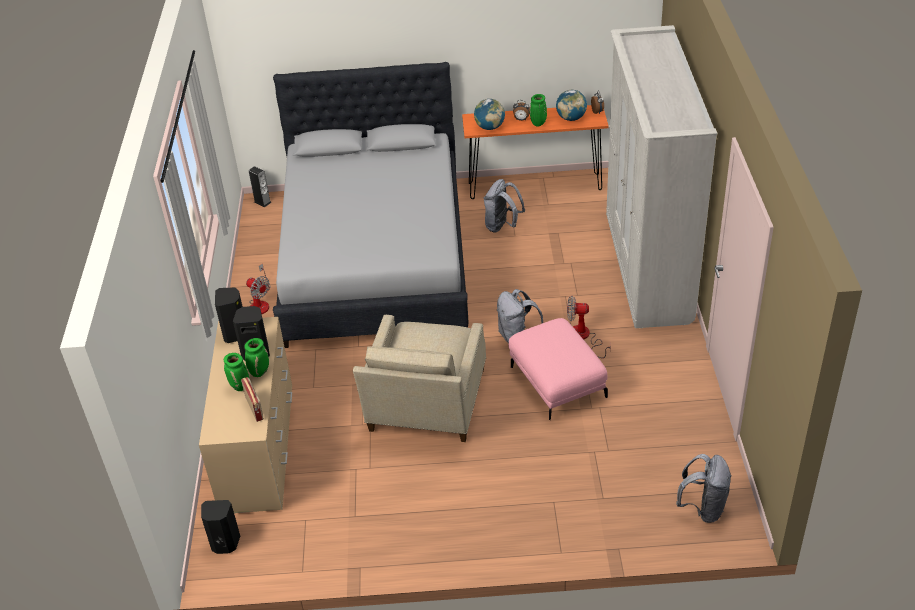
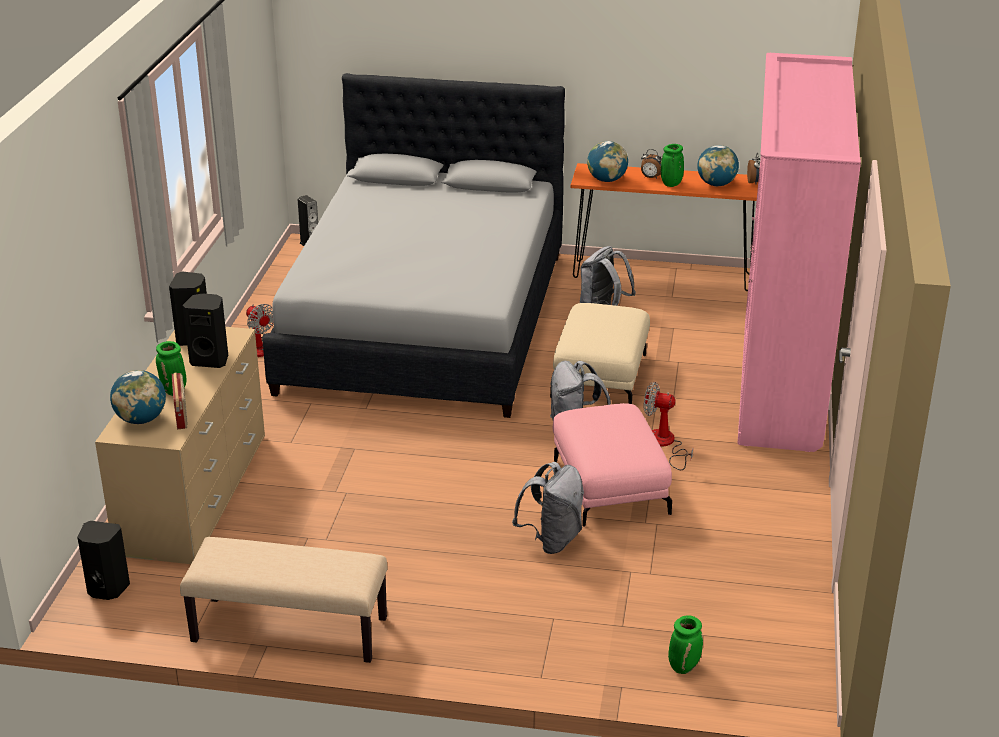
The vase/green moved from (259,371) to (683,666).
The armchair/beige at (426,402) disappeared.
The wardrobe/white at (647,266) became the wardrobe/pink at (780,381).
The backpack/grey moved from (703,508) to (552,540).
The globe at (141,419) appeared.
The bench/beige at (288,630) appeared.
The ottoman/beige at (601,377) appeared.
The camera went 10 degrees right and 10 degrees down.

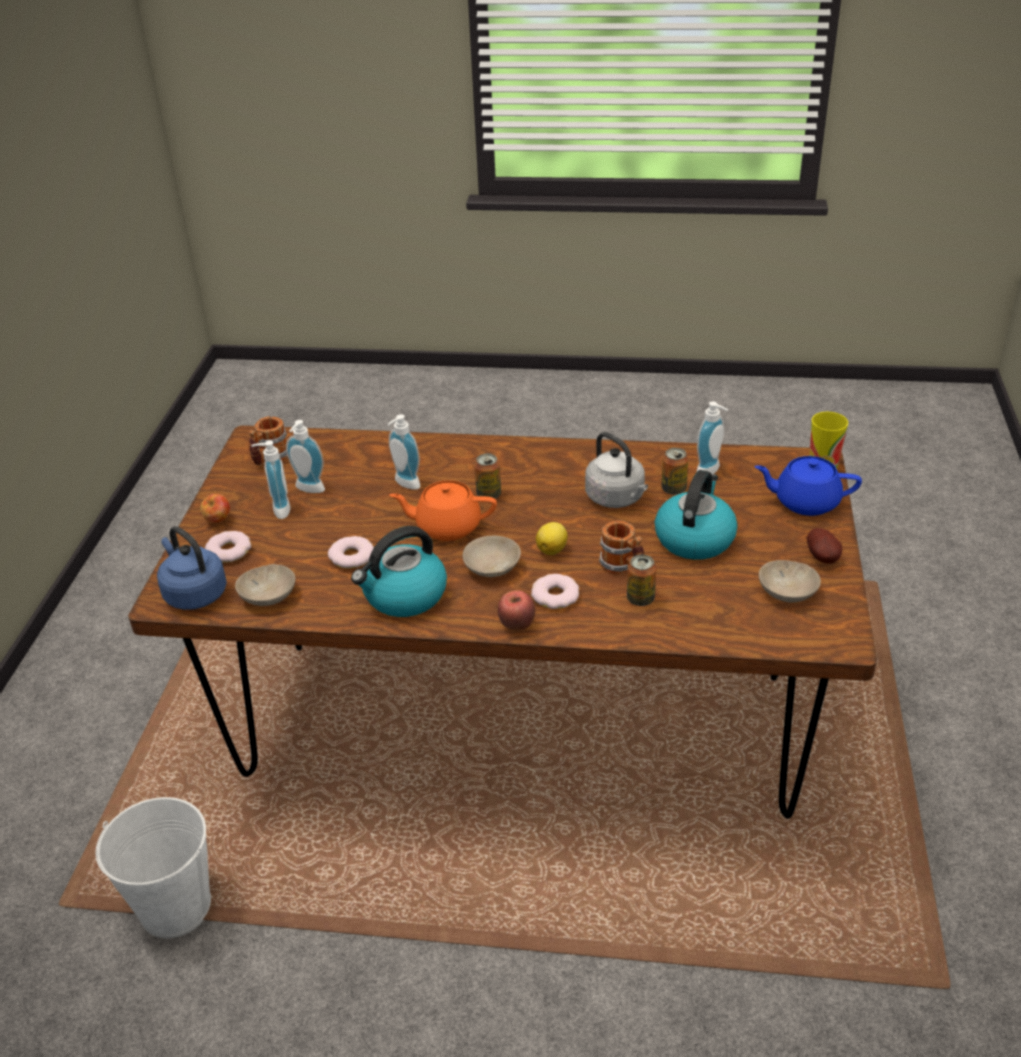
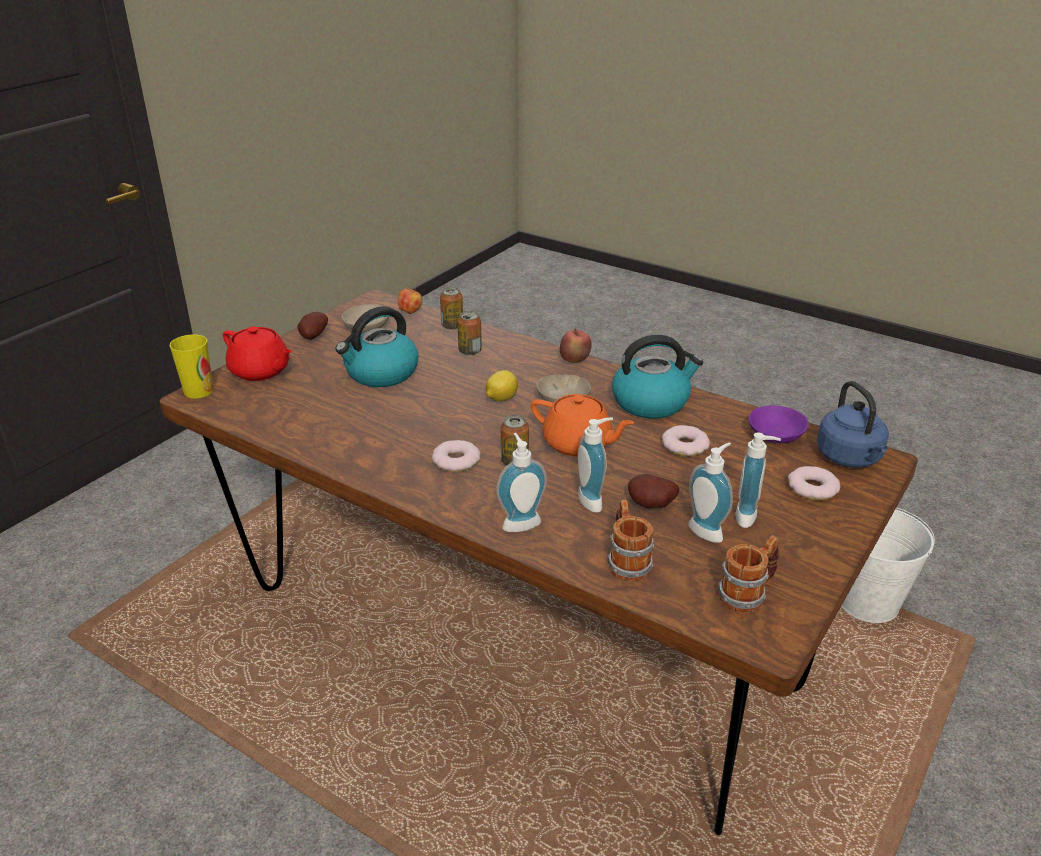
The apple moved from (218,520) to (410,312).
The bowl/beige at (268,597) became the bowl/purple at (776,435).
The donut moved from (555,596) to (456,460).
The kettle/grey at (617,498) disappeared.
The mug moved from (623,568) to (627,561).
The can moved from (673,489) to (452,325).
The soap dispenser moved from (711,472) to (520,522).
The teapot/blue at (805,502) became the teapot/red at (260,371).
The potato at (651,506) appeared.
The camera went 155 degrees left and 5 degrees down.

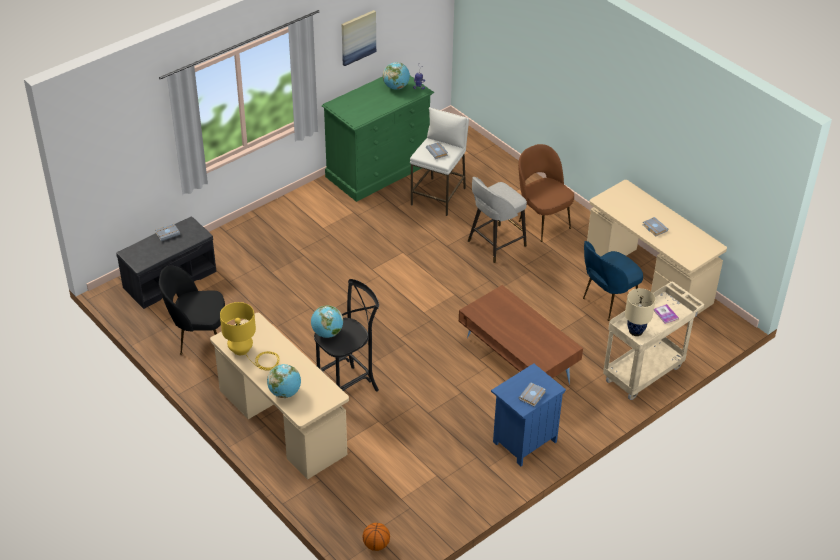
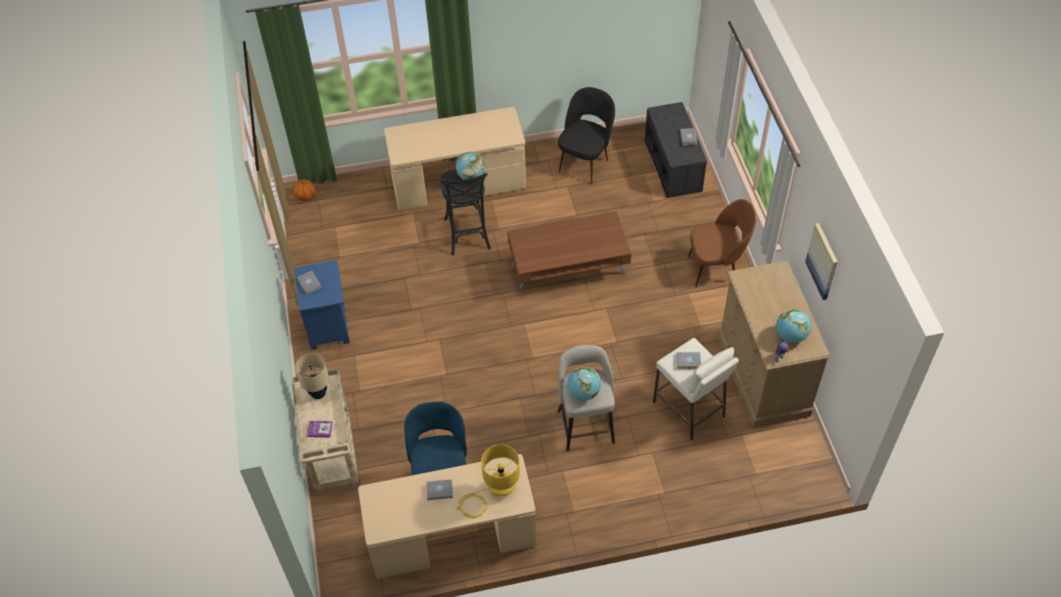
The table lamp/yellow moved from (251,354) to (490,495).
The globe moved from (285,392) to (583,393).
The dresser/green at (379,170) became the dresser/beige at (762,374).
The coffee table/brown moved from (518,361) to (568,270).
The chair/brown moved from (542,222) to (716,269).
The camera went 120 degrees right and 10 degrees up.

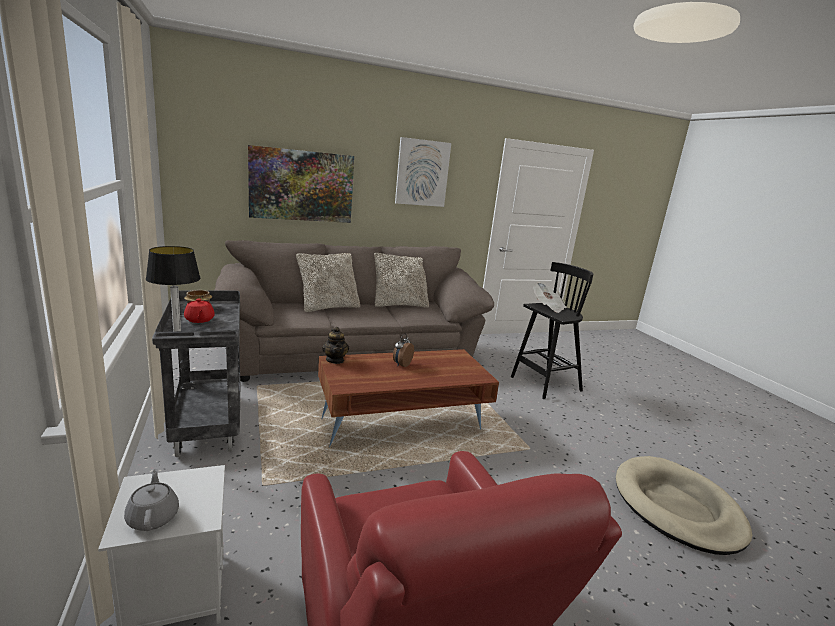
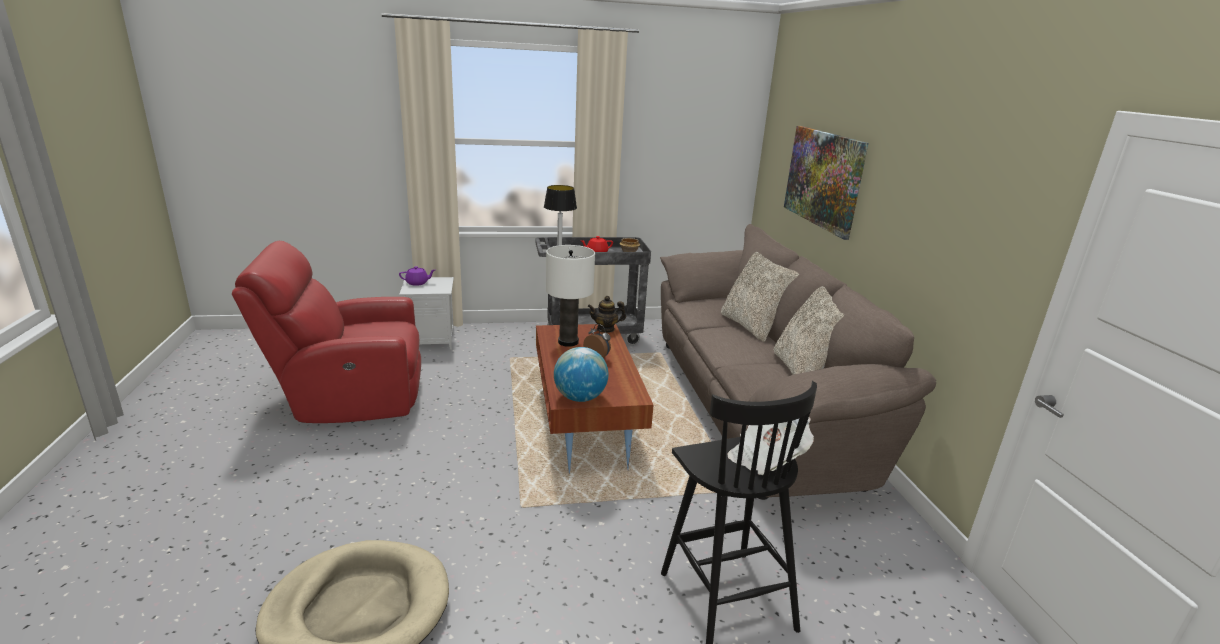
The teapot/grey at (153,517) became the teapot/purple at (417,283).
The picture at (422,173) disappeared.
The table lamp/white at (567,342) appeared.
The globe at (580,398) appeared.
The camera went 100 degrees right and 5 degrees up.

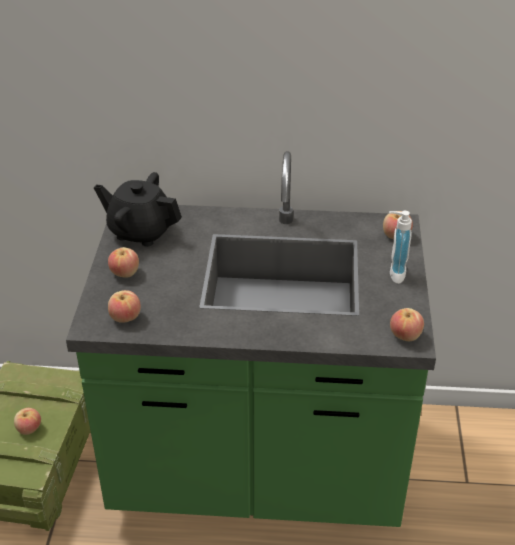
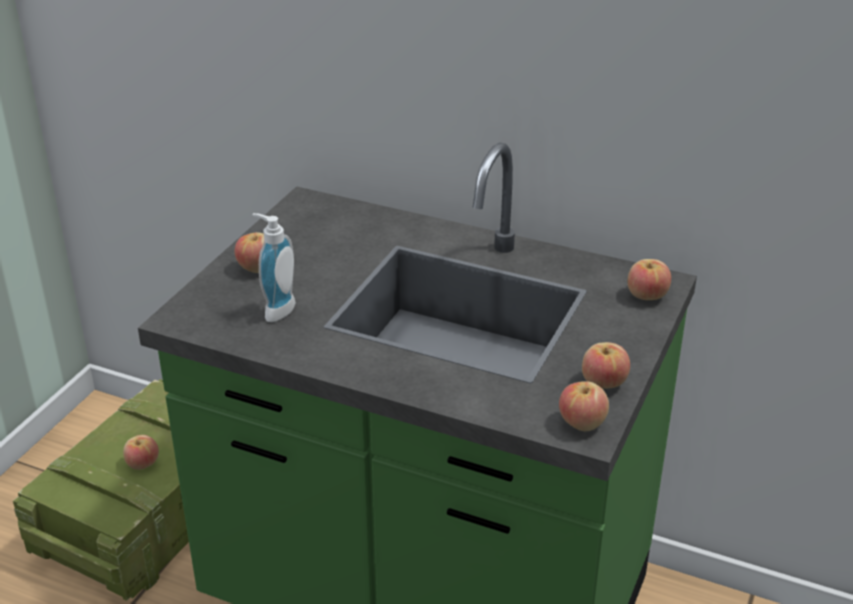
The teapot/black at (140,231) disappeared.
The apple moved from (125,317) to (603,382).
The soap dispenser moved from (393,273) to (276,309).
The camera went 20 degrees right and 5 degrees down.

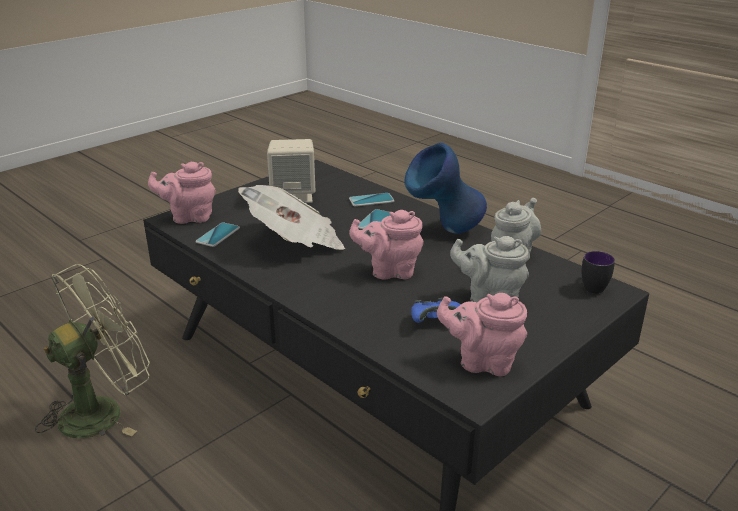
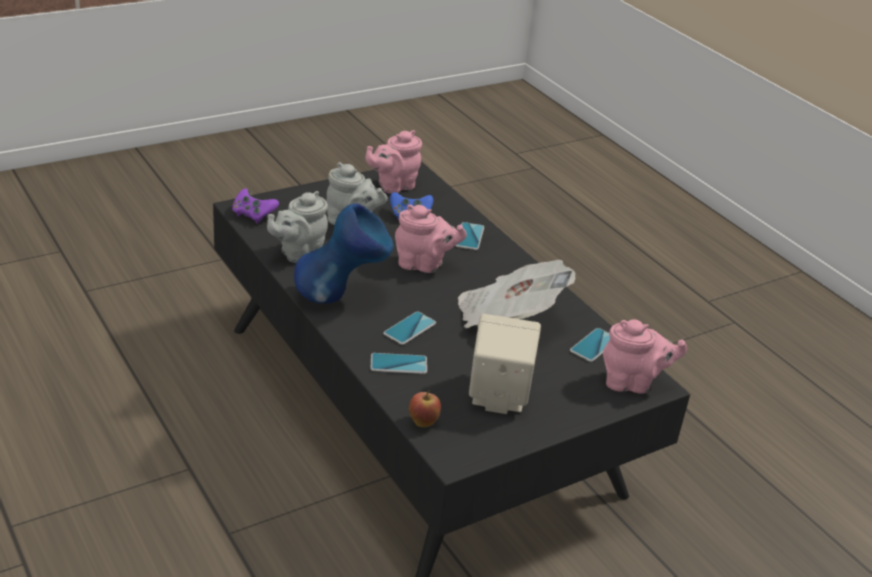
The fan/green at (103,410) disappeared.
The teapot/pink at (482,362) turned 120 degrees clockwise.
The mug at (594,286) was replaced by the game controller/purple at (253,215).
The apple at (423,422) appeared.
The phone at (469,237) appeared.
The camera went 170 degrees left and 5 degrees up.

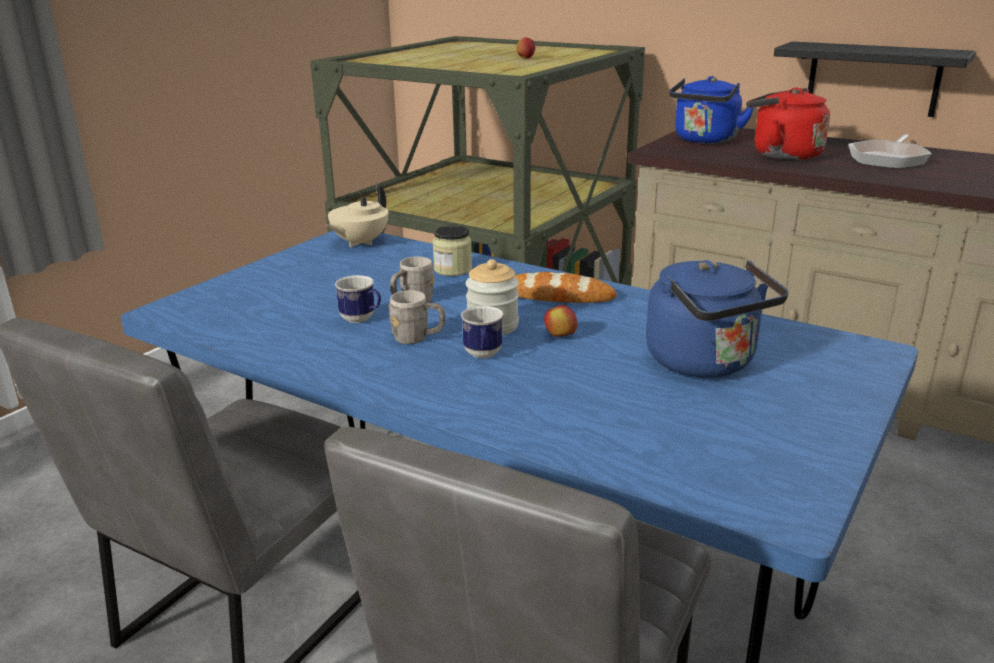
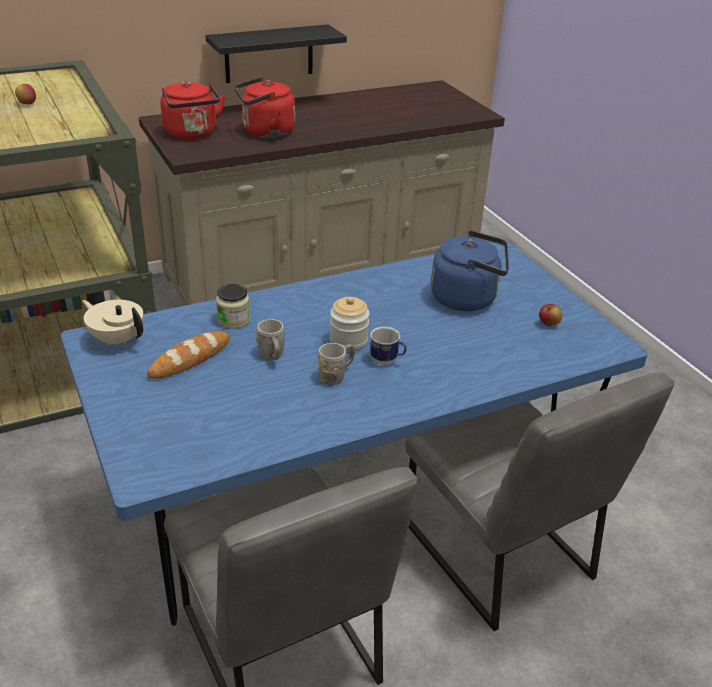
The teapot/beige at (359,243) turned 150 degrees clockwise.
The mug at (362,319) disappeared.
The bread moved from (556,296) to (190,359).
The apple moved from (560,336) to (548,324).
The kettle/blue at (705,140) became the kettle/red at (192,134).
The frying pan at (888,159) disappeared.
The camera went 60 degrees left and 10 degrees up.

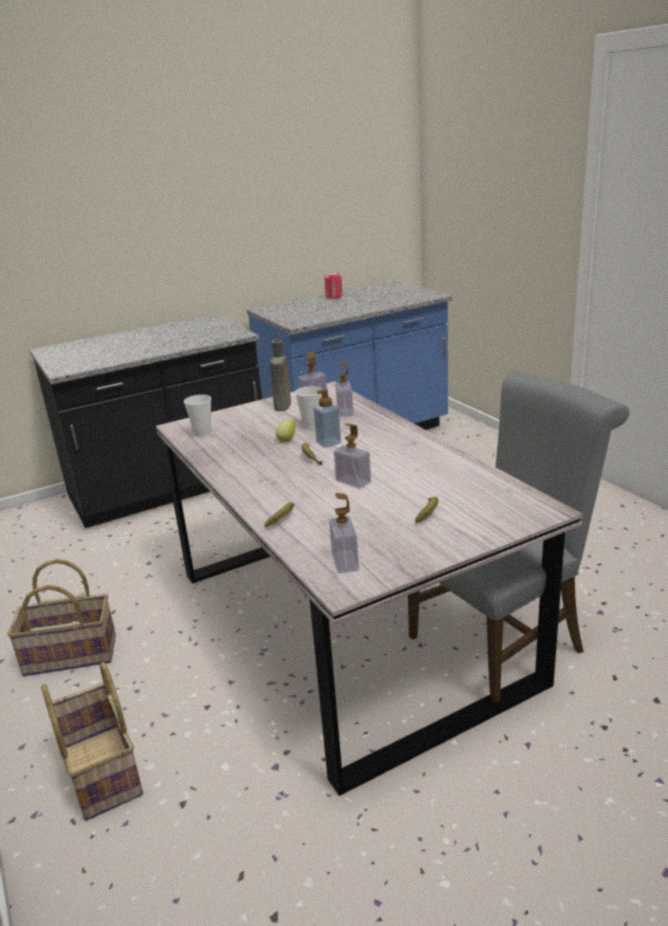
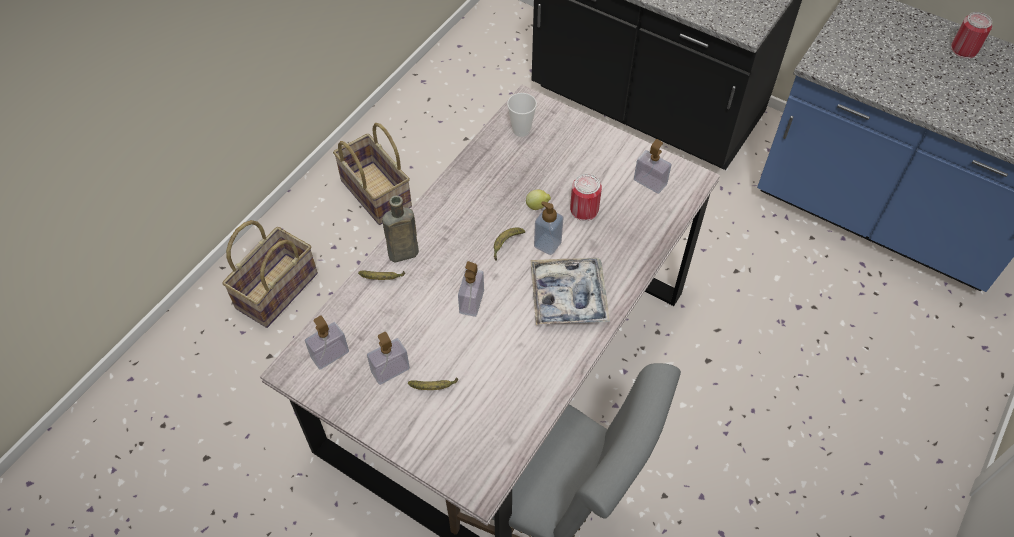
The bottle/brown moved from (282,407) to (401,254).
The cup at (311,425) was replaced by the can at (584,210).
The soap dispenser moved from (345,412) to (390,370).
The tray at (568,296) appeared.
The camera went 60 degrees right and 30 degrees up.

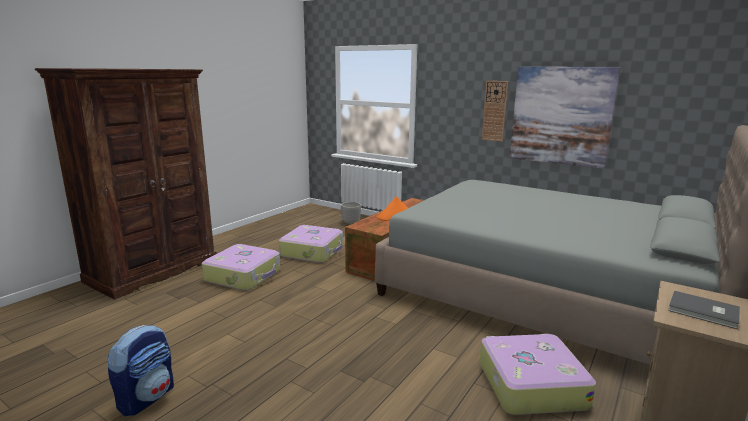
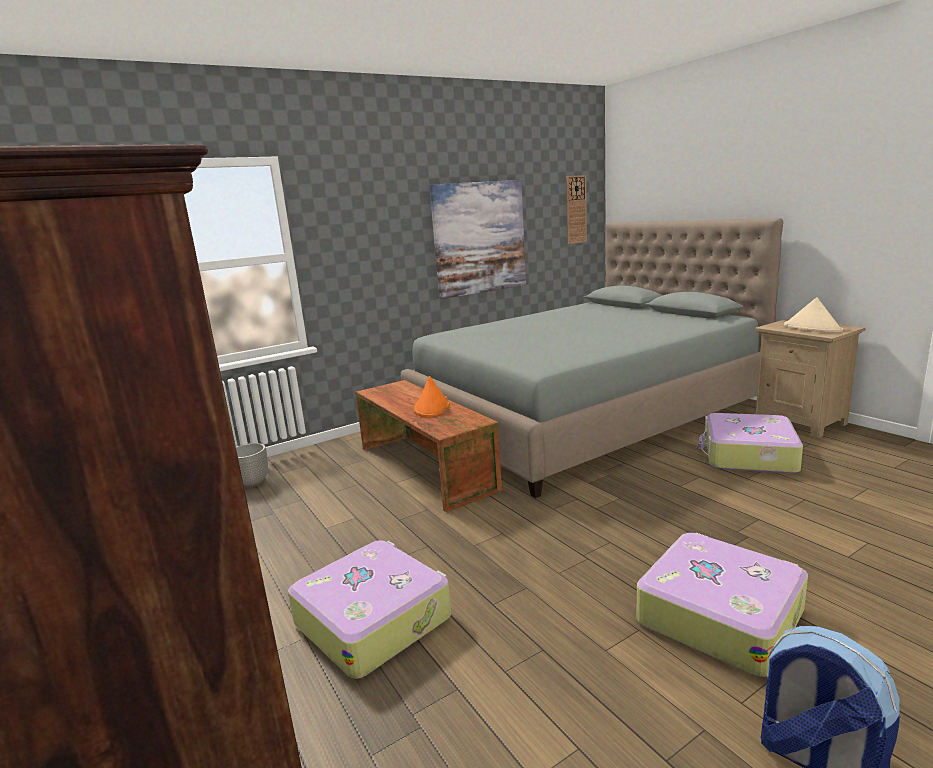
The suitcase moved from (313,251) to (719,614).
The wall clock moved from (495,111) to (576,209).
The book/grey at (704,312) was replaced by the hat/beige at (812,328).
The camera went 65 degrees left and 0 degrees up.

